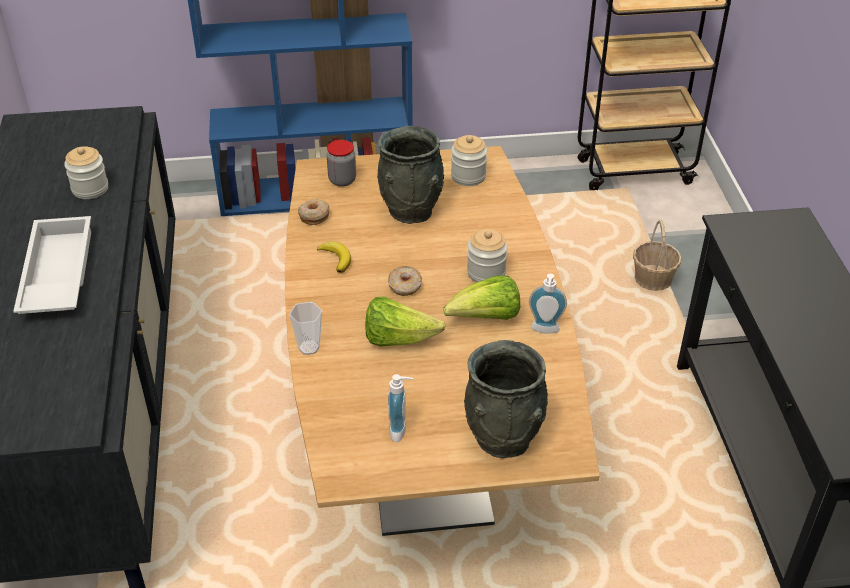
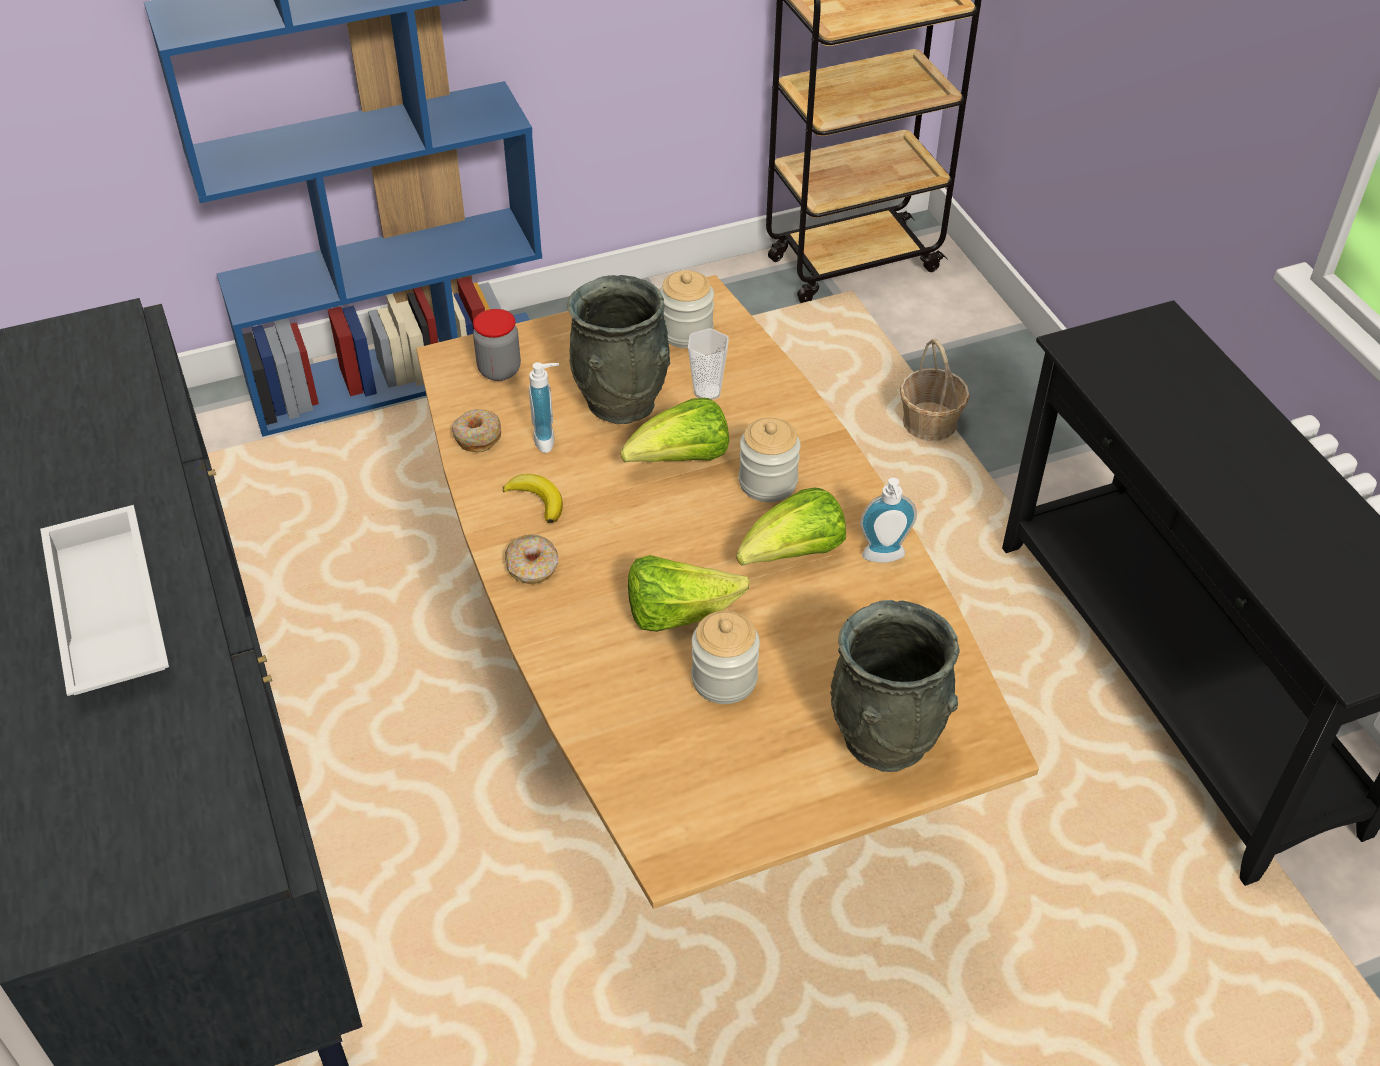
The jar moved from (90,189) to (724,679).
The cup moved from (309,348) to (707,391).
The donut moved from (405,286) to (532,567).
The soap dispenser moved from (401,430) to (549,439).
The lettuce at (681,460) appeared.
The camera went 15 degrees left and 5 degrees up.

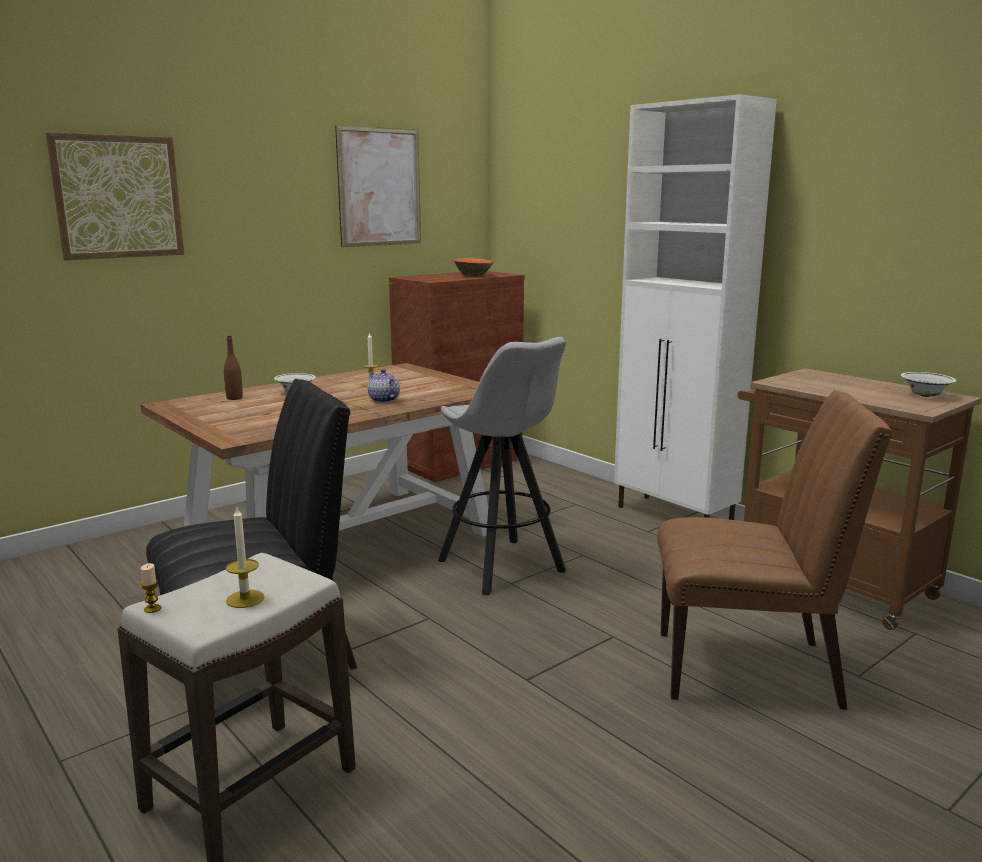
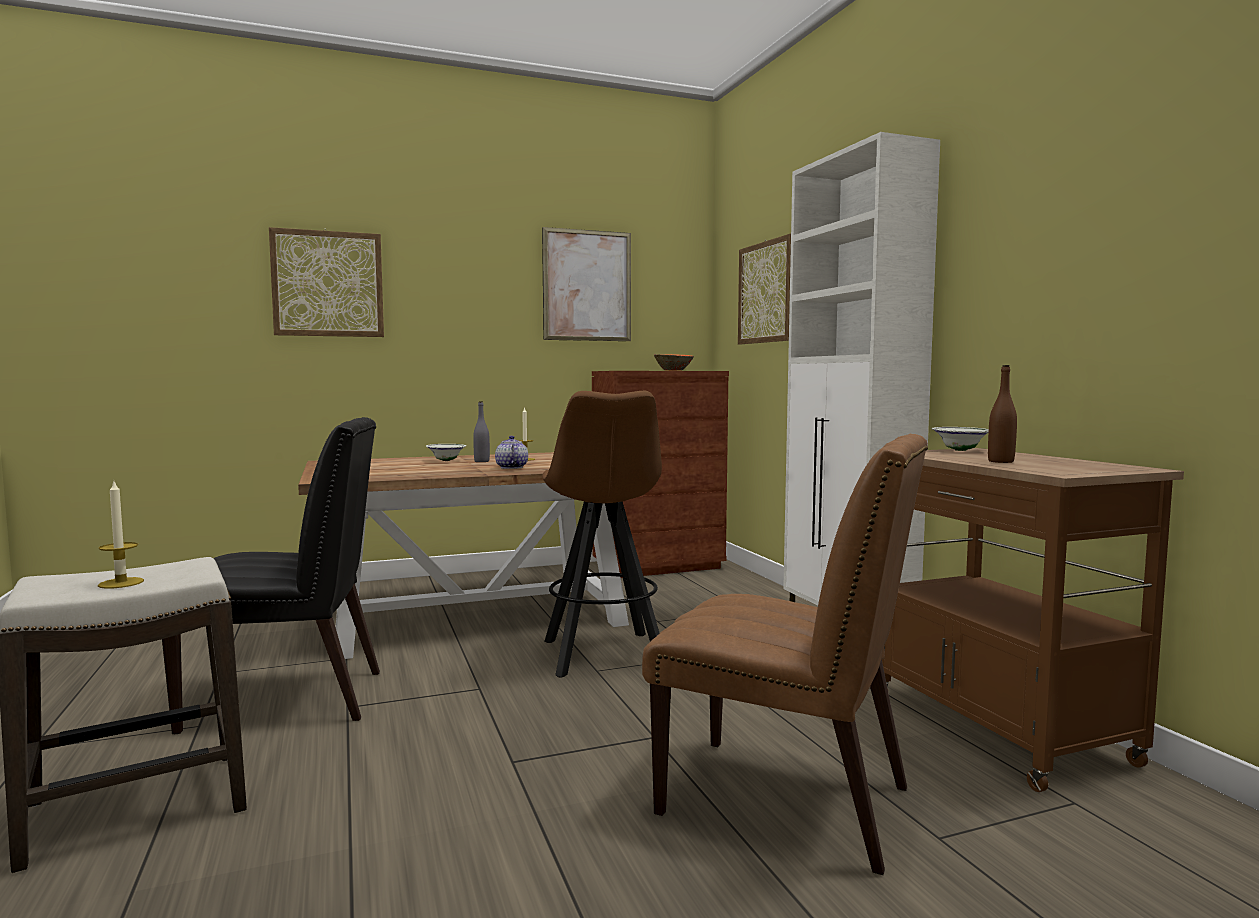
The candle at (152,609) disappeared.
The bottle/brown moved from (234,398) to (1000,461).
The stool/grey at (502,567) became the stool/brown at (604,655).
The bowl/white moved from (925,396) to (960,450).
The bottle/grey at (481,461) appeared.
The picture at (765,291) appeared.
The camera went 20 degrees right and 10 degrees down.

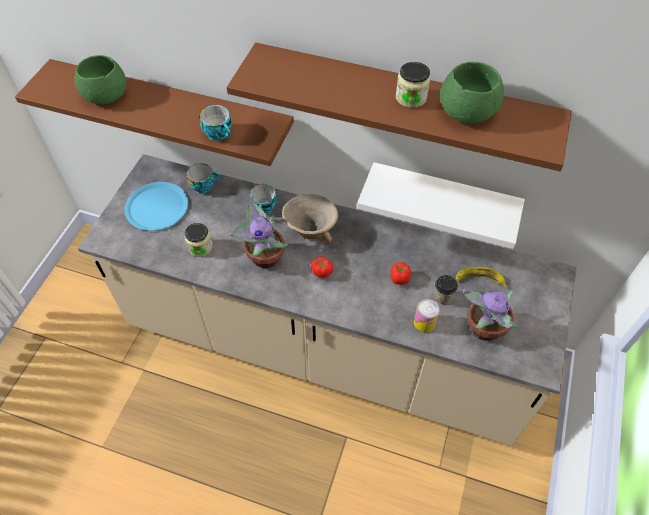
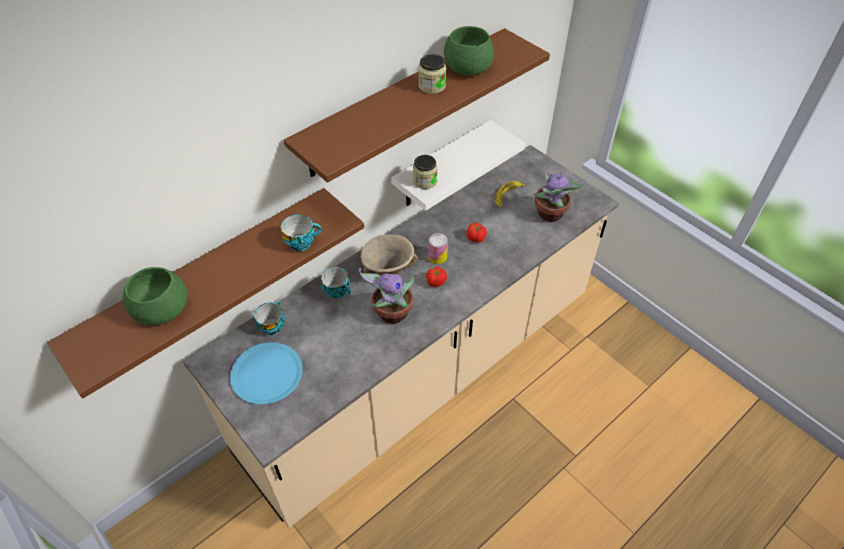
The jar moved from (200,247) to (425,181).
The can moved from (424,323) to (437,257).
The cup at (442,297) disappeared.
The camera went 60 degrees left and 5 degrees down.

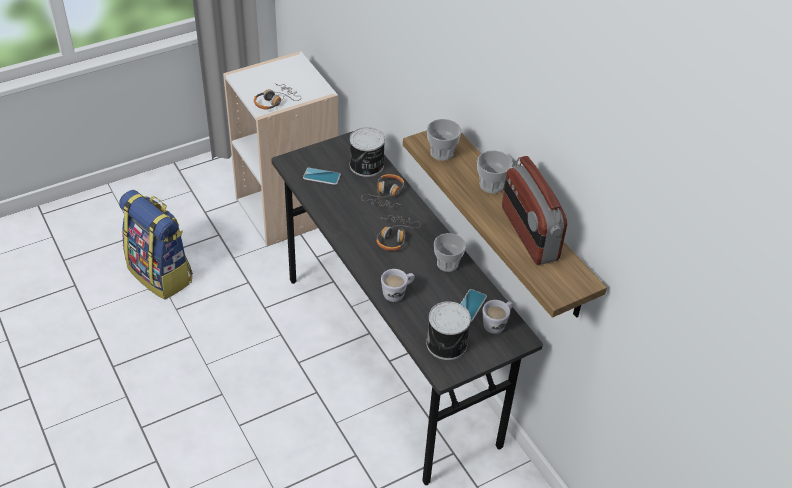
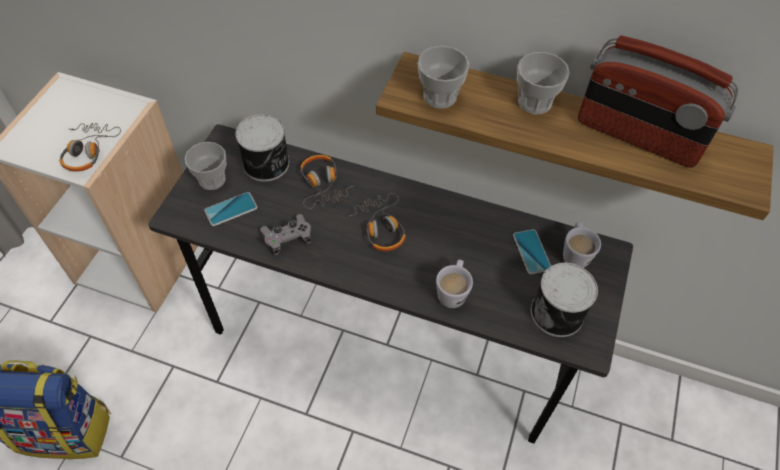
The cup moved from (447,264) to (212,179).
The game controller/grey at (287,239) appeared.
The camera went 40 degrees left and 10 degrees up.

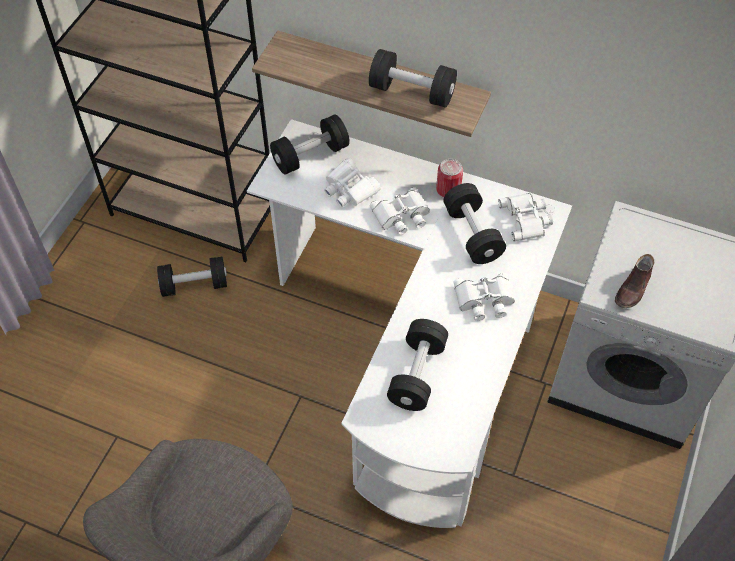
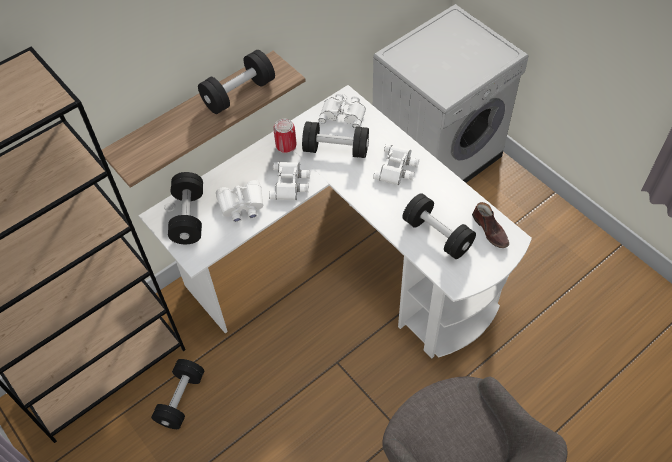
The shoe/brown moved from (633,288) to (490,230).
The camera went 60 degrees left and 0 degrees up.

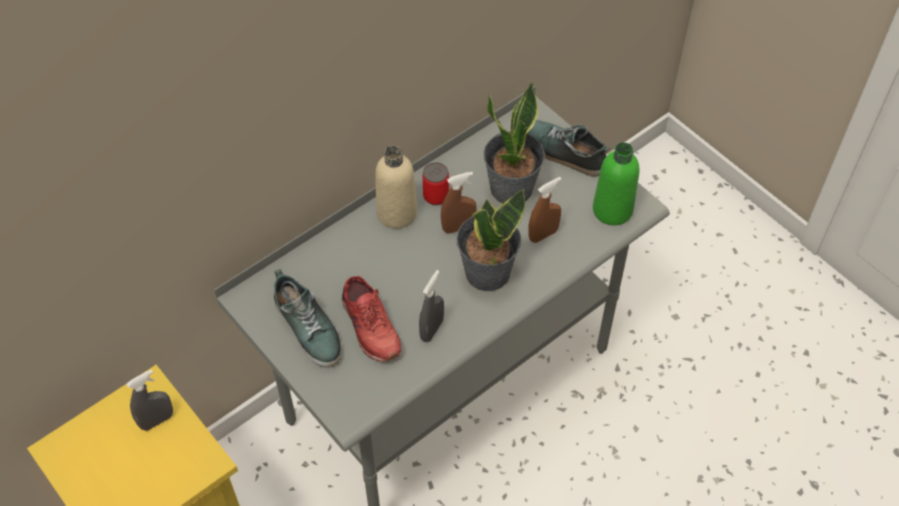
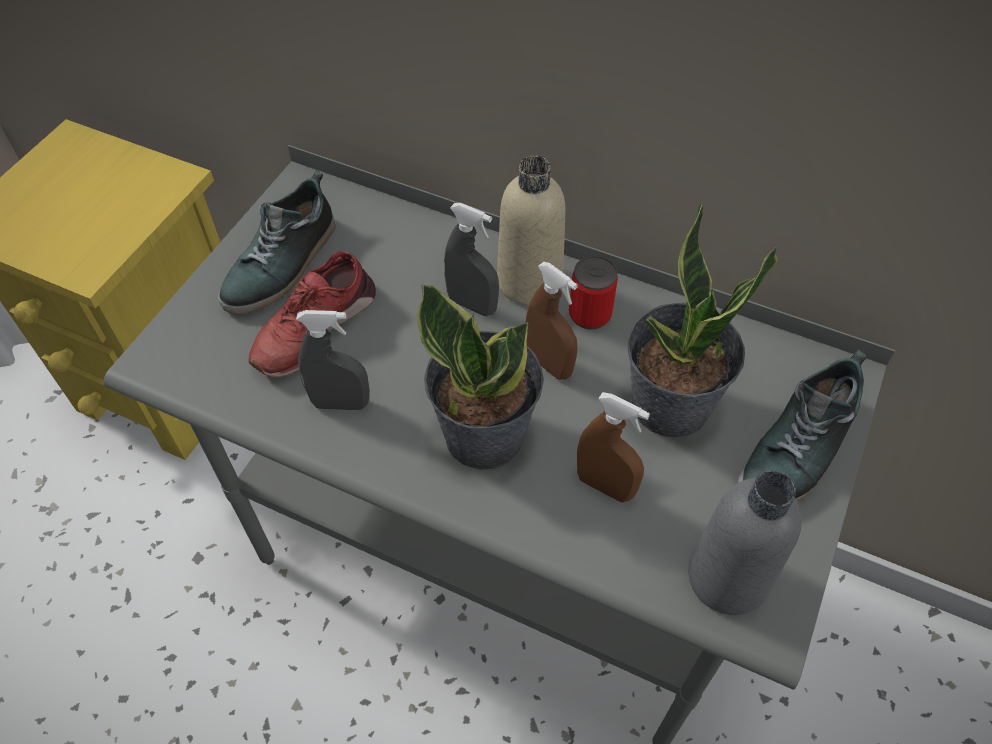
The spray bottle/grey moved from (157,420) to (472,305).
The shoe at (562,152) turned 150 degrees counterclockwise.
The bottle/green at (612,210) became the bottle/grey at (728,577).
The camera went 65 degrees right and 0 degrees up.

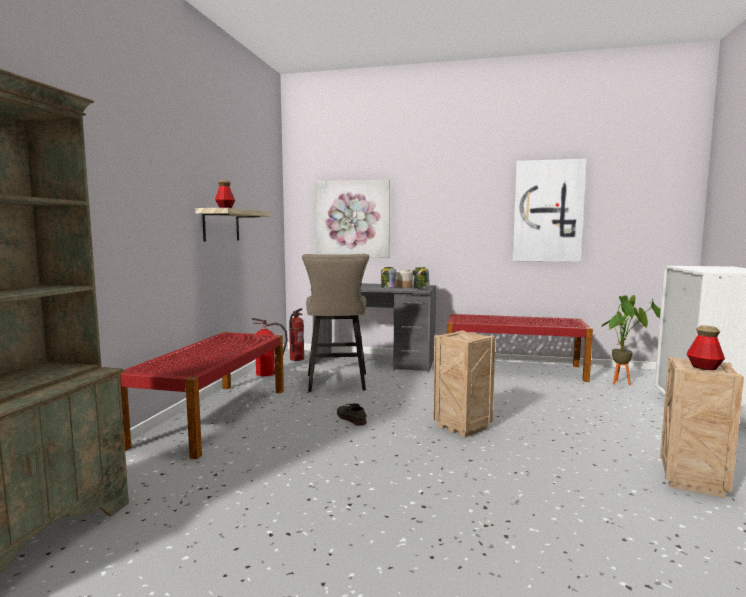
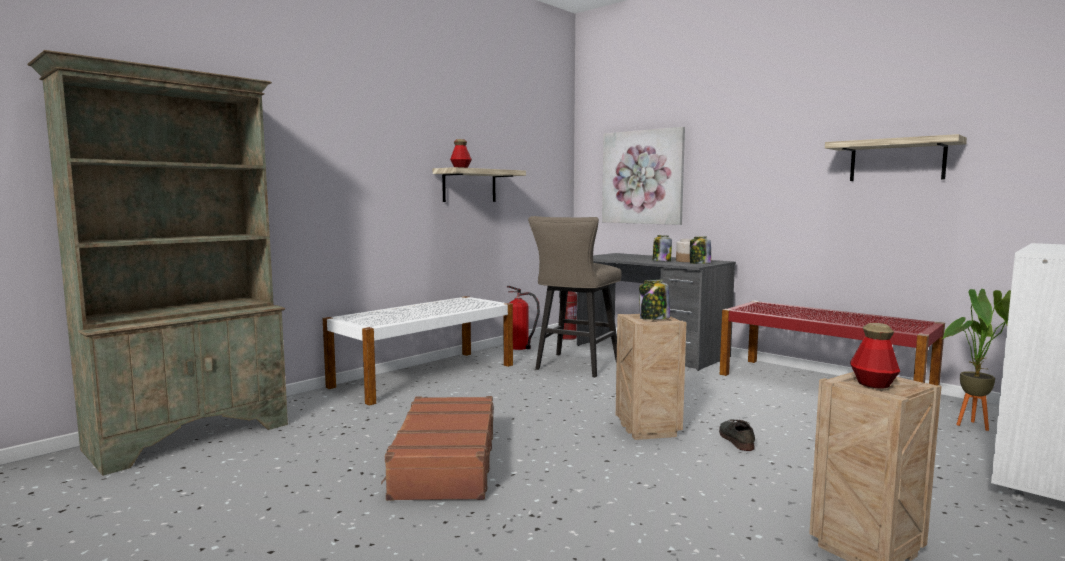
The bench/red at (213,416) became the bench/white at (424,375).
The shoe/grey moved from (350,418) to (735,439).
The picture at (548,211) was replaced by the shelf at (897,160).
The suitcase/brown at (444,463) appeared.
The jar at (654,318) appeared.
The camera went 30 degrees right and 0 degrees up.

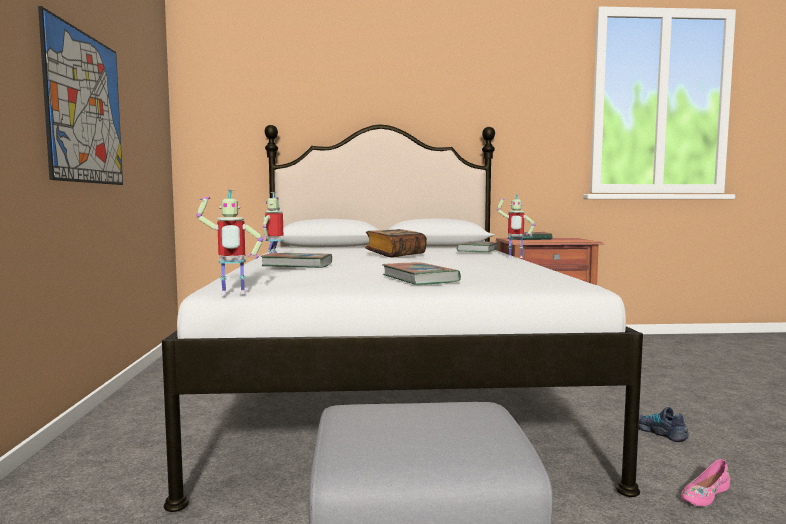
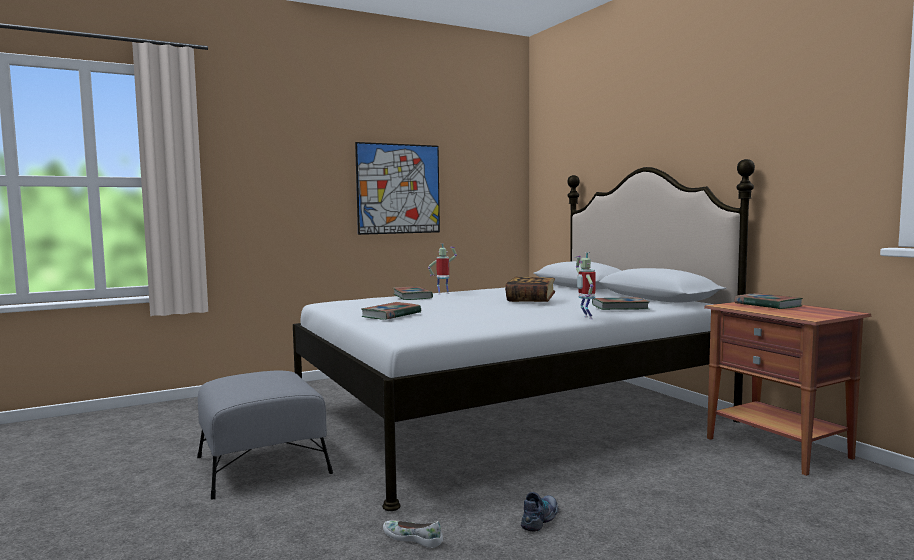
The toy robot at (232,294) disappeared.
The shoe/pink at (704,494) became the shoe/white at (413,538).
The camera went 65 degrees right and 0 degrees up.

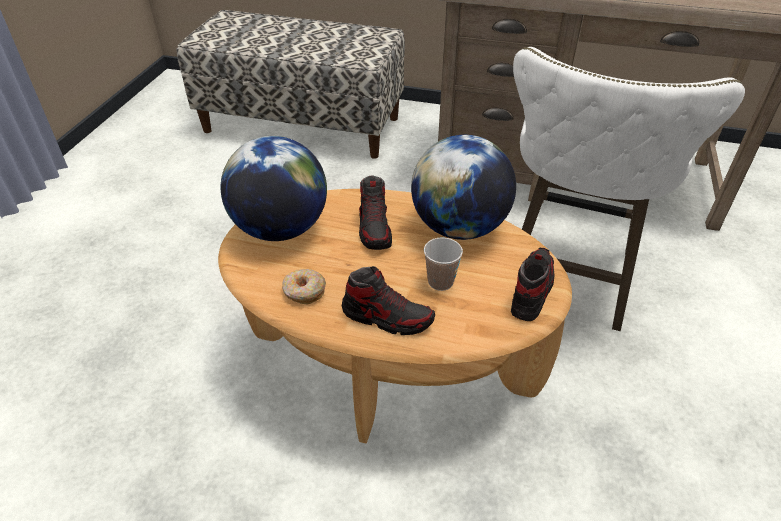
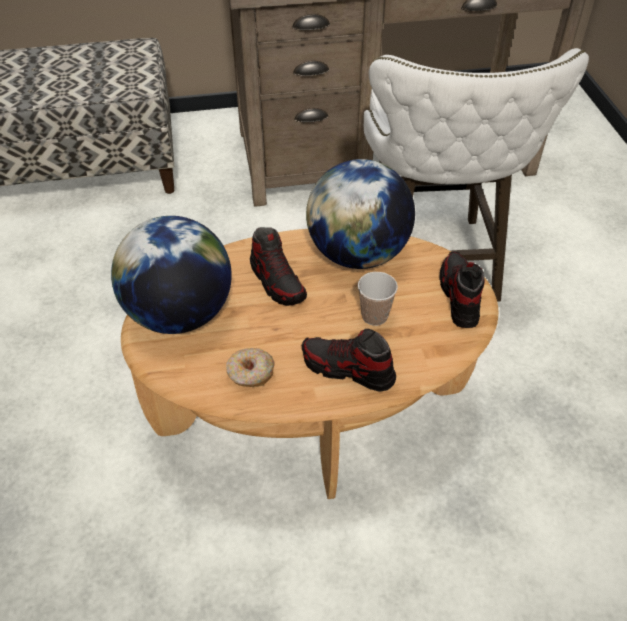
The shoe at (387,317) turned 150 degrees counterclockwise.
The camera went 25 degrees left and 5 degrees up.

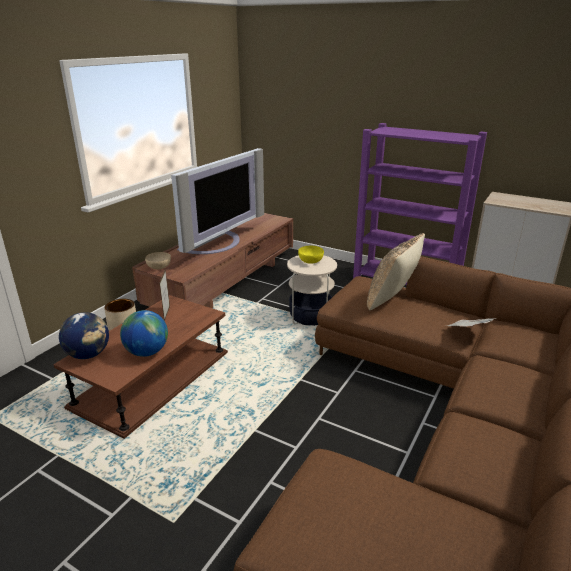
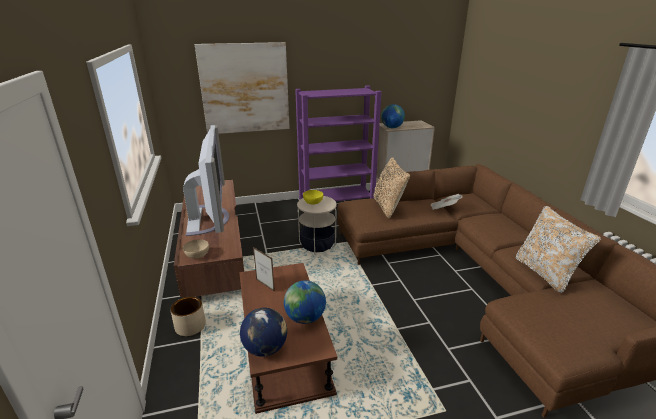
The picture at (245,89) appeared.
The globe at (392,128) appeared.
The pillow/white at (544,274) appeared.
The camera went 45 degrees left and 0 degrees up.

